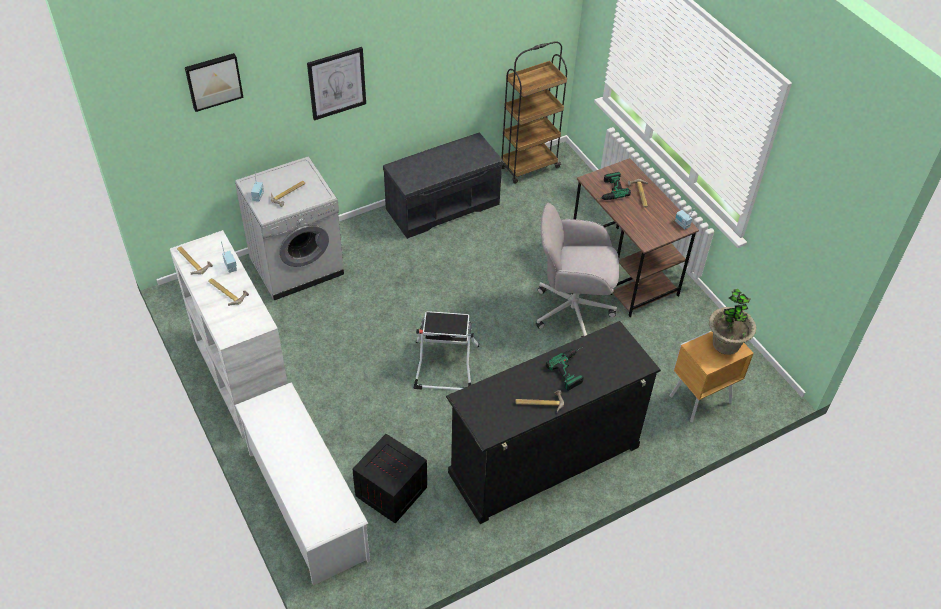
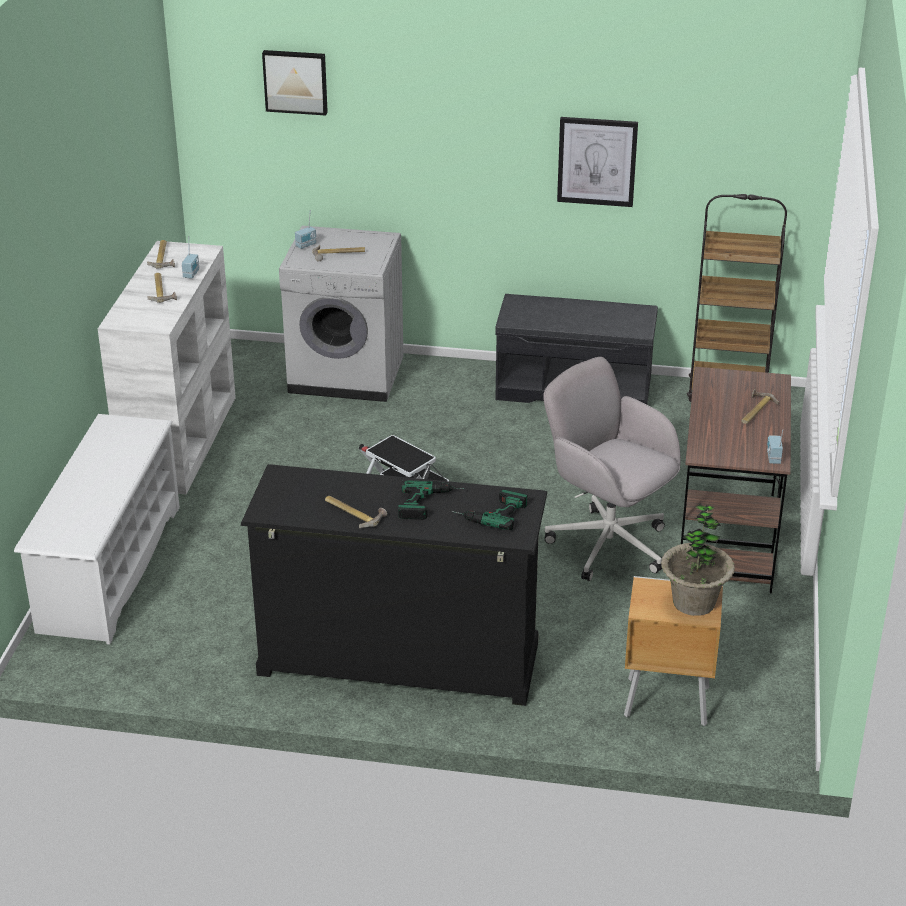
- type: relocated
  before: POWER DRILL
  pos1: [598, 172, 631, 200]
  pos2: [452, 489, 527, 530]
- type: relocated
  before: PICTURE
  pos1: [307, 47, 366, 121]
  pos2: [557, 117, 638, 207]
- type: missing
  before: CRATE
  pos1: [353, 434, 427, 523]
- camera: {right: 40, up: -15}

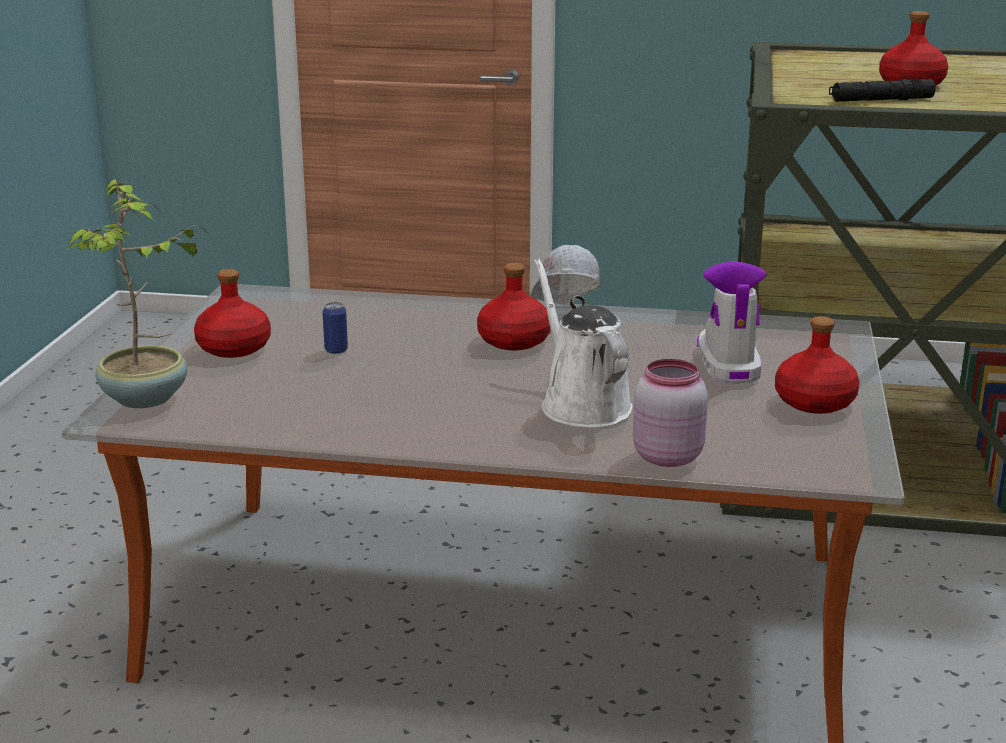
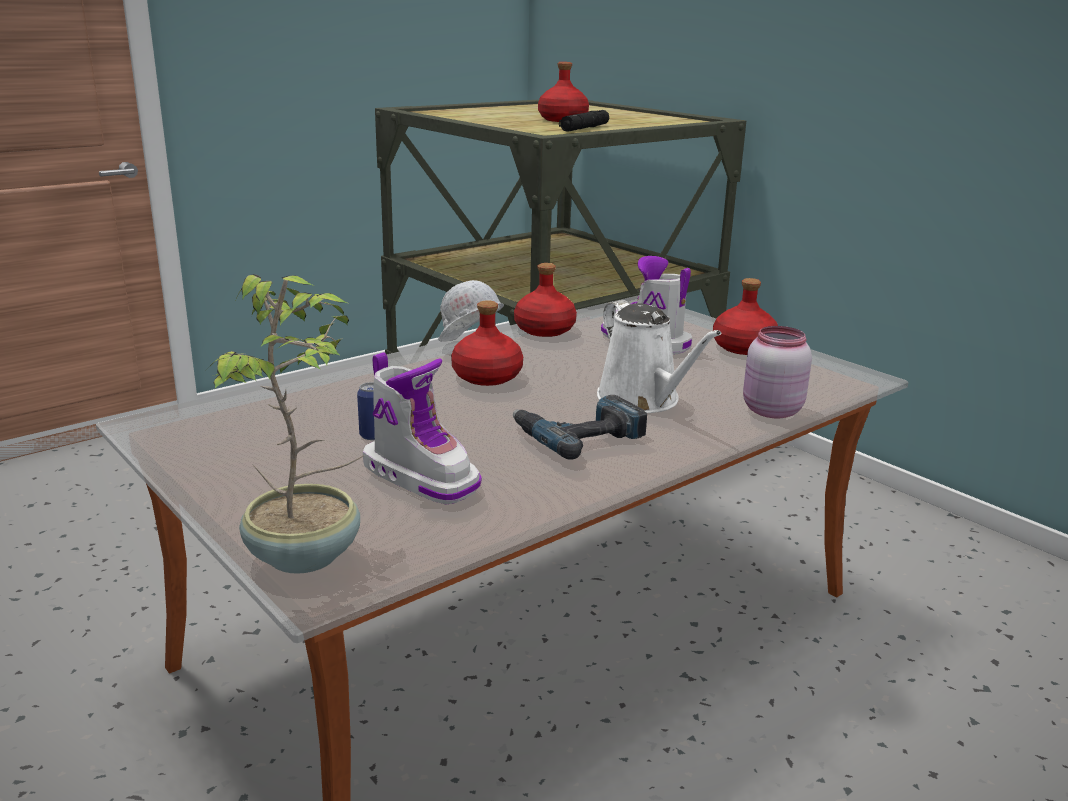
- type: appeared
  after: BOOT
  pos2: [363, 352, 481, 504]
- type: appeared
  after: POWER DRILL
  pos2: [513, 395, 647, 459]
- type: relocated
  before: RED BOTTLE
  pos1: [194, 269, 271, 358]
  pos2: [514, 263, 577, 337]
- type: spun
  before: WHITE WATERING CAN
  pos1: [534, 258, 633, 427]
  pos2: [597, 300, 722, 413]
  turn: -135
- camera: {right: -50, up: 0}

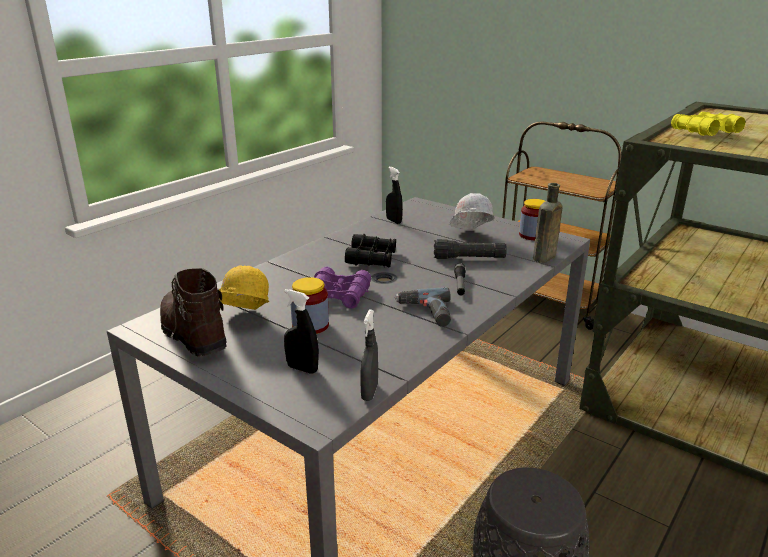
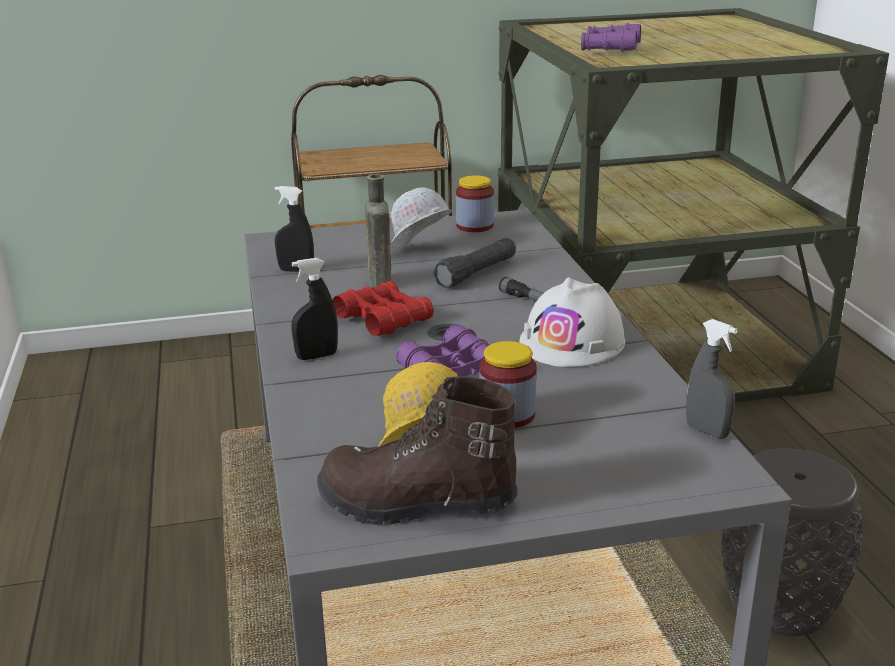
- type: relocated
  before: BLACK SPRAY BOTTLE
  pos1: [284, 289, 319, 374]
  pos2: [292, 258, 338, 360]
- type: colour
  before: BLACK BINOCULARS
  after: RED BINOCULARS
  pos1: [345, 234, 396, 267]
  pos2: [333, 281, 434, 336]
- type: relocated
  before: BROWN BOTTLE
  pos1: [533, 183, 562, 263]
  pos2: [365, 174, 391, 288]
- type: exchanged
  before: POWER DRILL
  after: WHITE HARD HAT
  pos1: [395, 287, 451, 327]
  pos2: [520, 278, 625, 367]
- type: colour
  before: YELLOW BINOCULARS
  after: PURPLE BINOCULARS
  pos1: [671, 112, 745, 136]
  pos2: [581, 23, 641, 52]
- camera: {right: -50, up: 0}

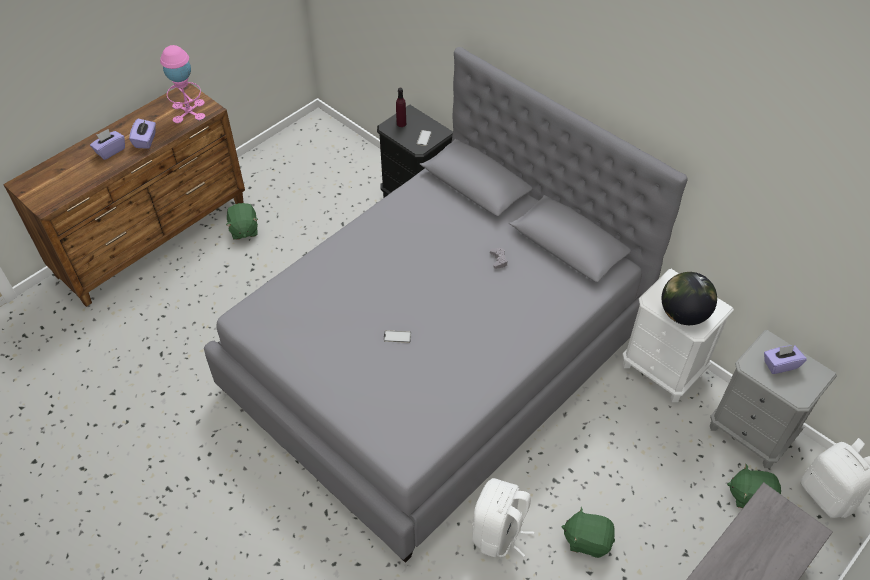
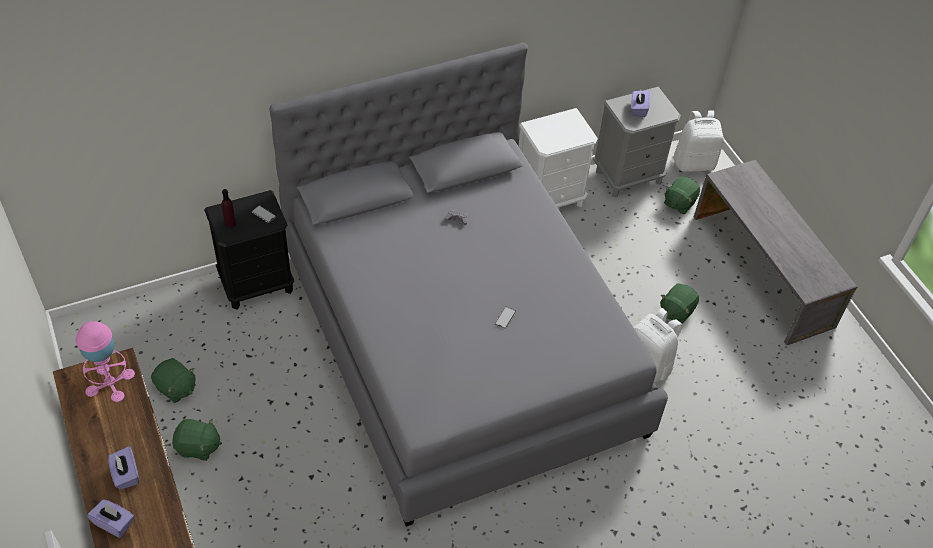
- type: relocated
  before: PURPLE TISSUE BOX
  pos1: [129, 119, 156, 149]
  pos2: [87, 499, 134, 538]
- type: appeared
  after: GREEN PLUSH TOY
  pos2: [151, 358, 195, 403]
- type: missing
  before: GLOBE
  pos1: [662, 272, 717, 325]
- camera: {right: -70, up: 0}

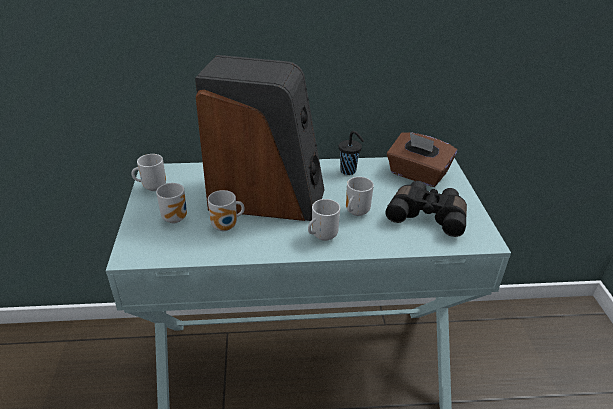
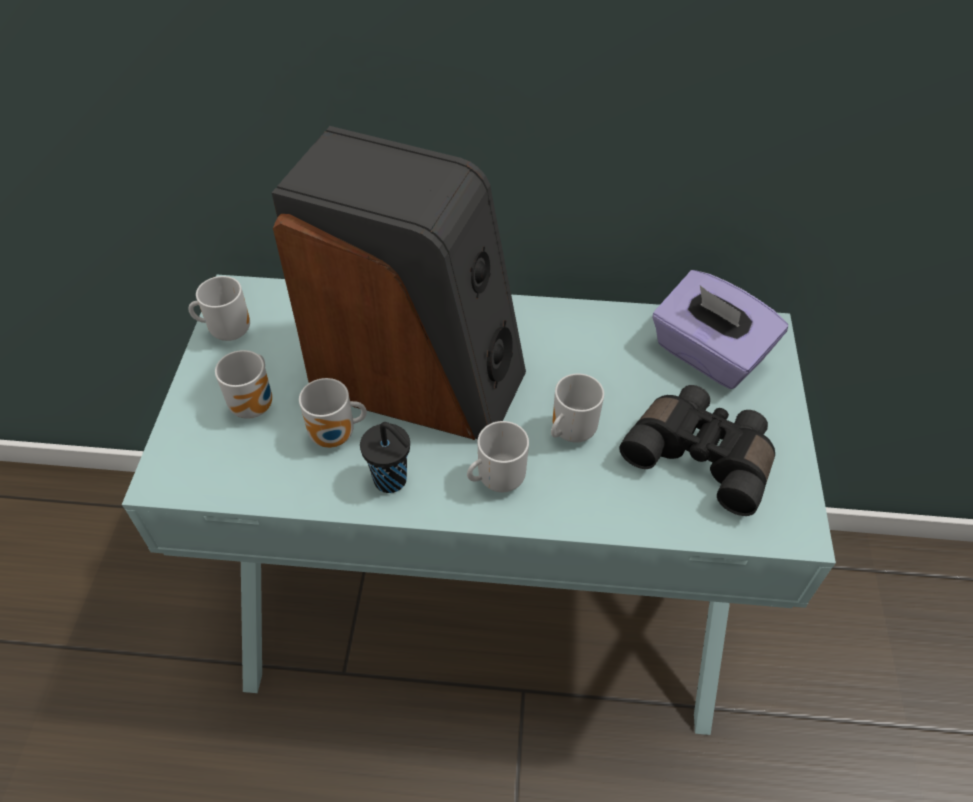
- type: relocated
  before: BLACK CUP
  pos1: [339, 131, 364, 175]
  pos2: [360, 422, 410, 493]
- type: colour
  before: BROWN TISSUE BOX
  after: PURPLE TISSUE BOX
  pos1: [387, 132, 457, 187]
  pos2: [652, 270, 788, 389]
- camera: {right: 10, up: 15}

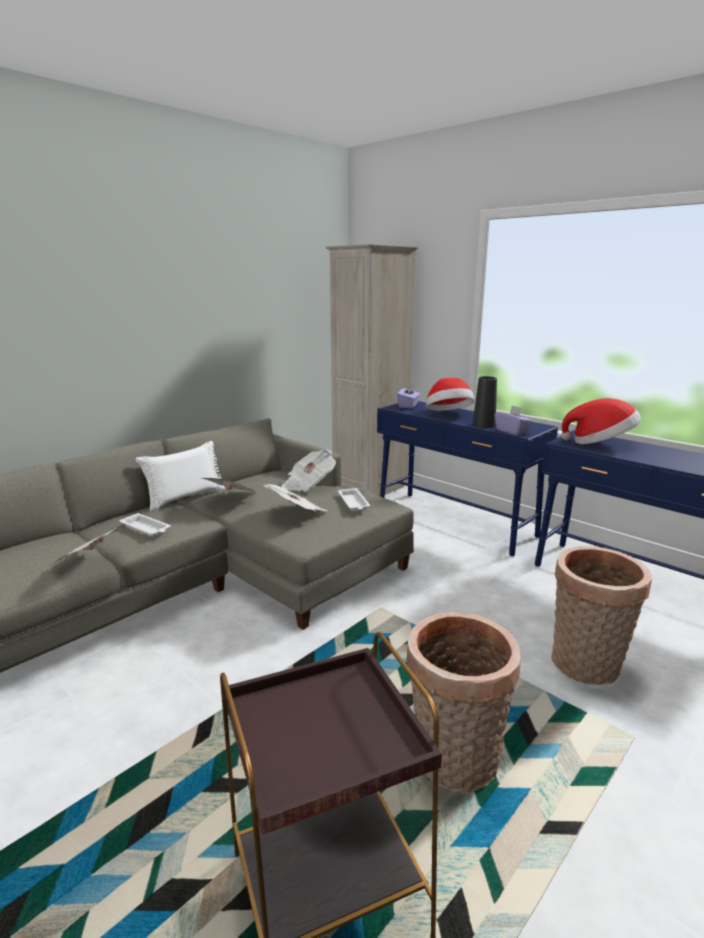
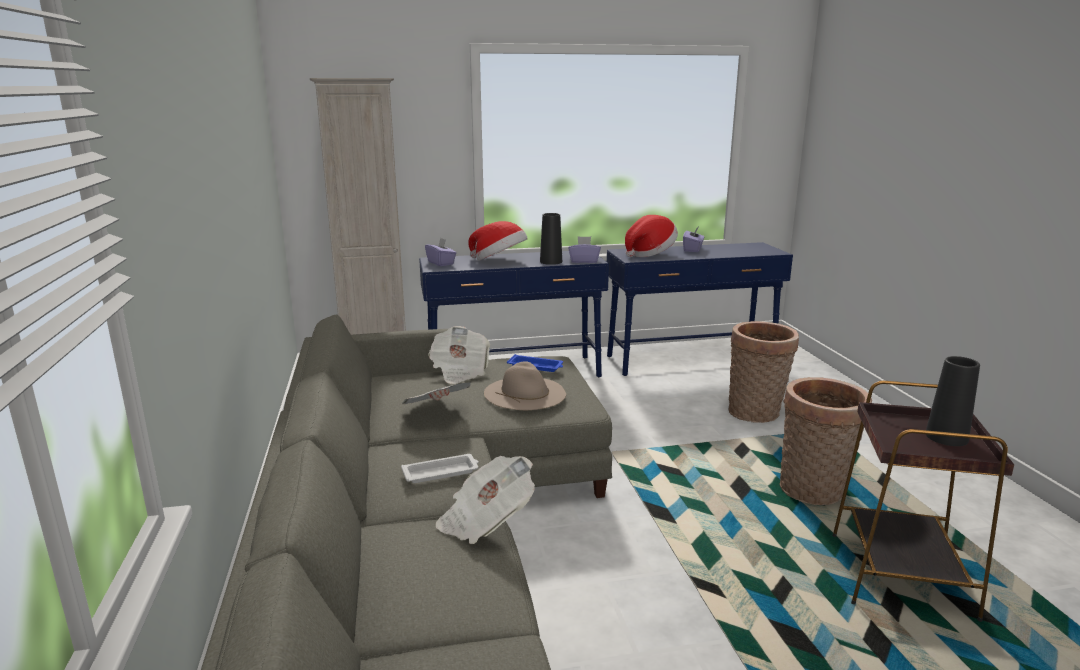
- type: exchanged
  before: NEWSPAPER
  after: BEIGE HAT
  pos1: [263, 484, 327, 511]
  pos2: [484, 361, 566, 410]
- type: colour
  before: WHITE TRAY
  after: BLUE TRAY
  pos1: [338, 488, 370, 511]
  pos2: [507, 354, 563, 372]
- type: appeared
  after: PURPLE TISSUE BOX
  pos2: [683, 228, 705, 252]
- type: appeared
  after: BLACK VASE
  pos2: [926, 356, 980, 446]
- type: missing
  before: WHITE PILLOW
  pos1: [136, 441, 225, 512]
- camera: {right: -55, up: 0}

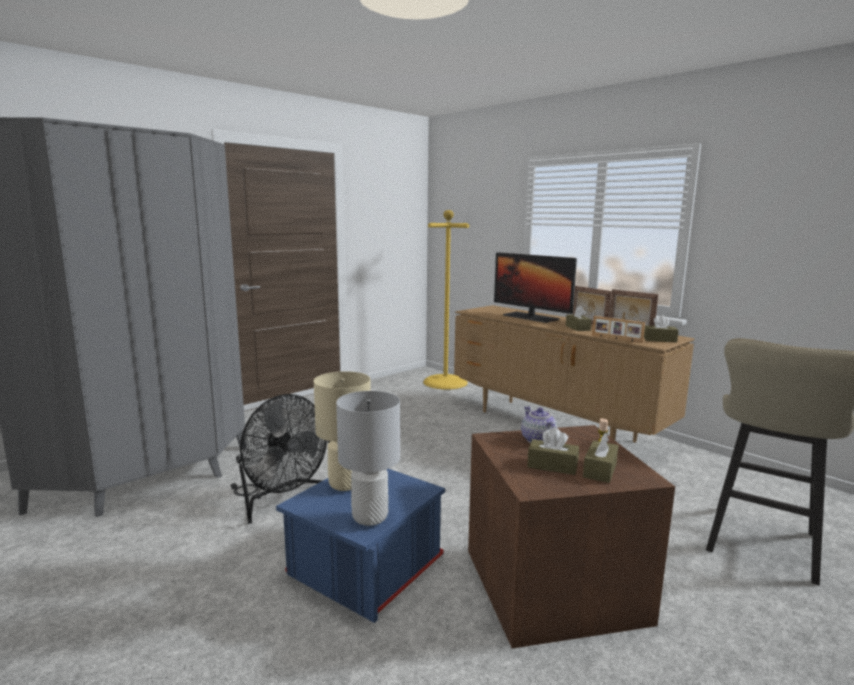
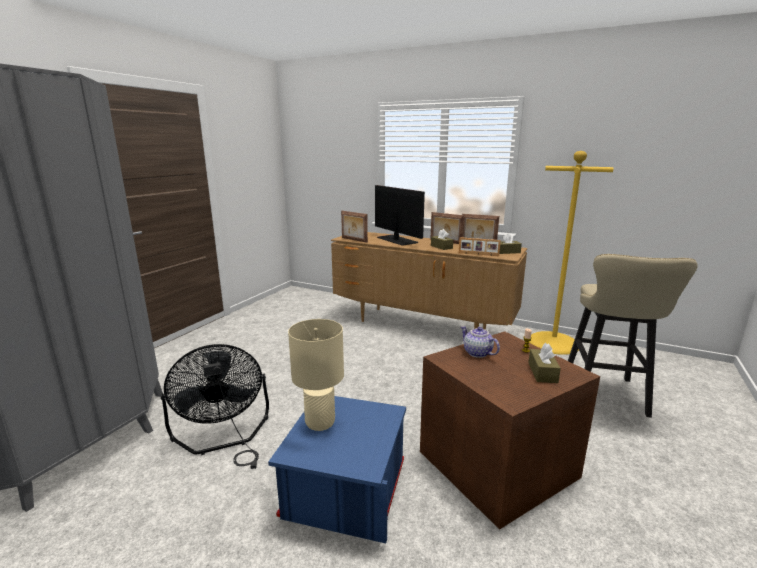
- type: spun
  before: BLACK FAN
  pos1: [231, 394, 330, 524]
  pos2: [160, 344, 269, 469]
  turn: -135
- type: appeared
  after: PICTURE FRAME
  pos2: [341, 211, 368, 243]
- type: spun
  before: MONITOR
  pos1: [494, 252, 577, 323]
  pos2: [375, 185, 425, 246]
  turn: -150
- type: relocated
  before: YELLOW CLOTHES RACK
  pos1: [423, 210, 469, 390]
  pos2: [529, 151, 614, 355]
- type: missing
  before: GREY TABLE LAMP
  pos1: [336, 391, 400, 526]
- type: missing
  before: BROWN TISSUE BOX
  pos1: [527, 428, 579, 475]
- camera: {right: -20, up: 5}

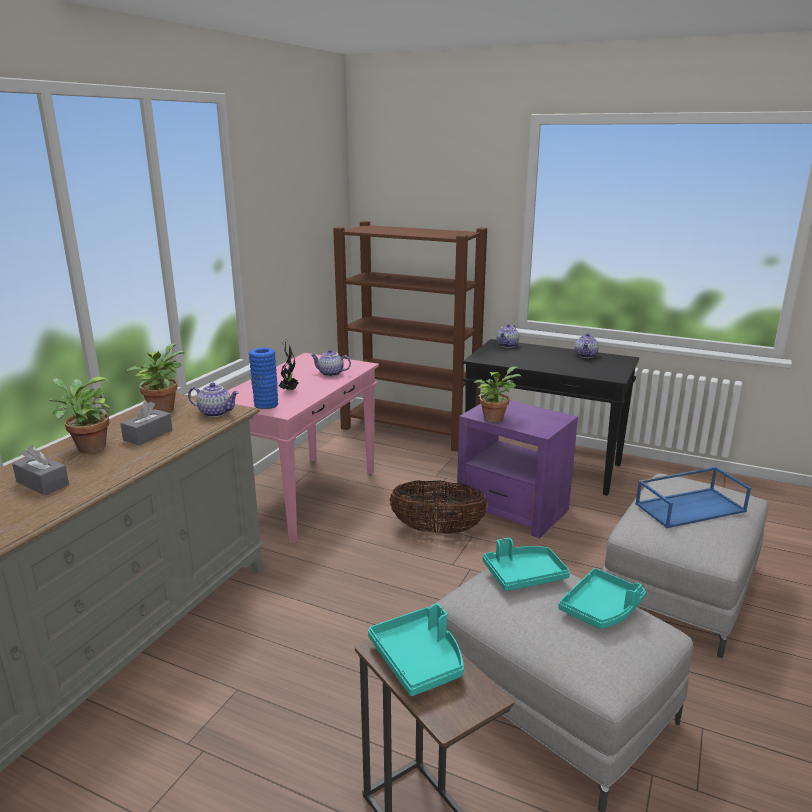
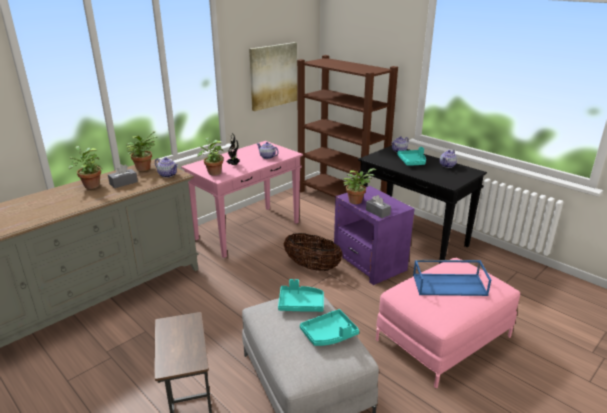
- type: exchanged
  before: BLUE VASE
  after: POTTED PLANT
  pos1: [249, 348, 278, 409]
  pos2: [197, 137, 224, 175]
- type: appeared
  after: PICTURE
  pos2: [249, 42, 297, 111]
- type: relocated
  before: GREY TISSUE BOX
  pos1: [12, 445, 69, 495]
  pos2: [366, 195, 391, 218]
- type: colour
  before: GREY OTTOMAN
  after: PINK OTTOMAN
  pos1: [602, 473, 768, 658]
  pos2: [376, 258, 520, 388]
- type: relocated
  before: TURQUOISE TRAY
  pos1: [368, 603, 464, 696]
  pos2: [397, 147, 426, 166]
- camera: {right: 20, up: 5}

